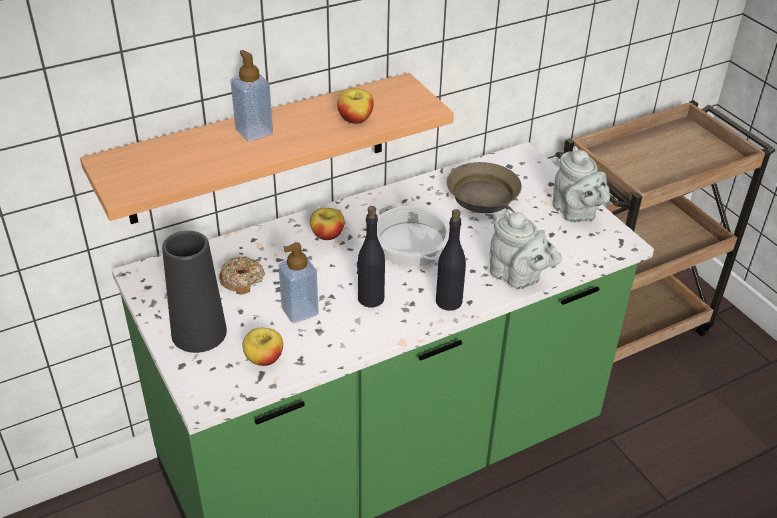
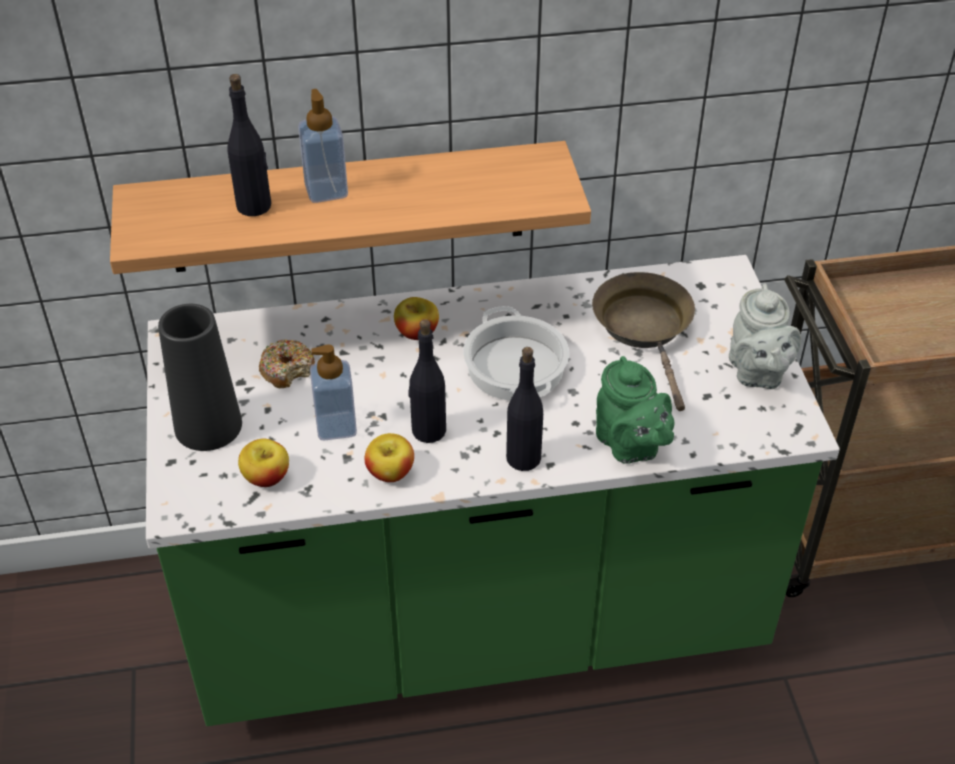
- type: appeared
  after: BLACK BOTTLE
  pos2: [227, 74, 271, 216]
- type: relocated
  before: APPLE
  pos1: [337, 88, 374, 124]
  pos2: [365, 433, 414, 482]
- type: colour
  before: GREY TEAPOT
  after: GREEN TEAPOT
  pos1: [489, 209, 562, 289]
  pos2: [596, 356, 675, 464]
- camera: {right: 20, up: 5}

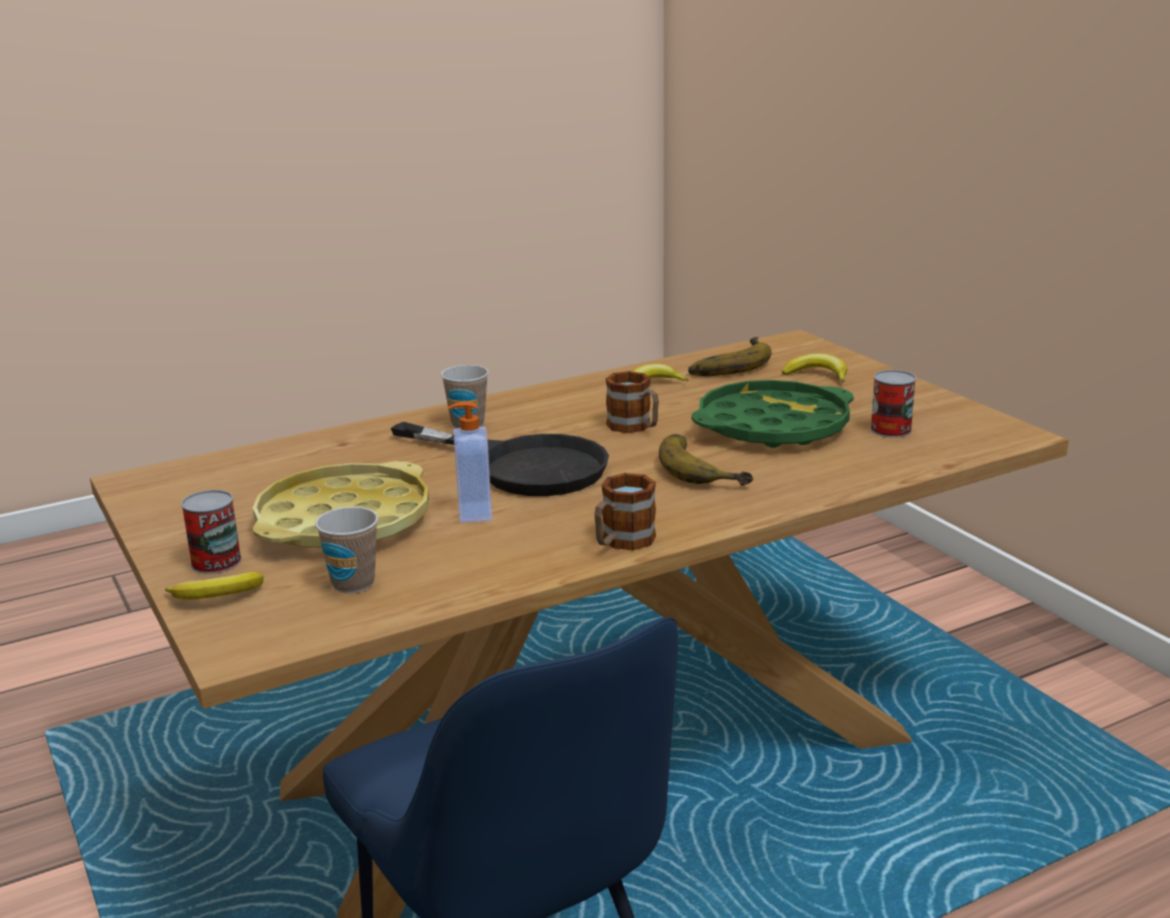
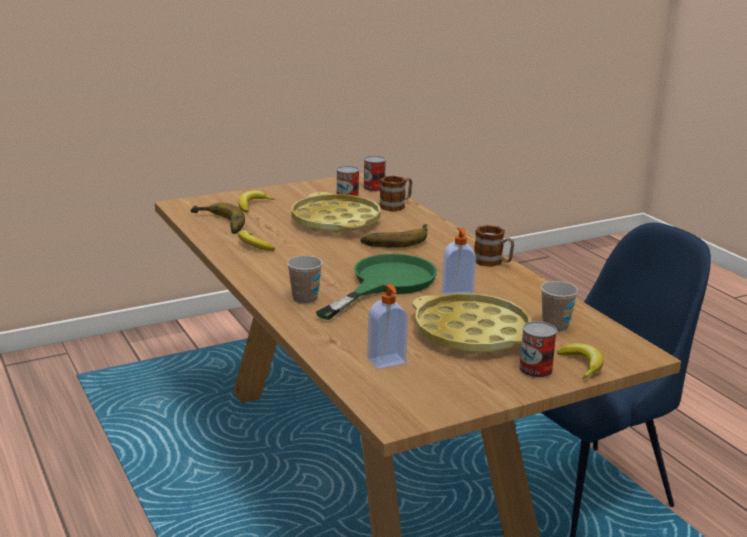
- type: colour
  before: GREEN TRAY
  after: YELLOW TRAY
  pos1: [691, 380, 854, 448]
  pos2: [291, 192, 381, 233]
- type: colour
  before: BLACK FRYING PAN
  after: GREEN FRYING PAN
  pos1: [390, 422, 609, 496]
  pos2: [316, 254, 437, 320]
- type: appeared
  after: CAN
  pos2: [363, 156, 386, 192]
- type: appeared
  after: SOAP DISPENSER
  pos2: [367, 284, 408, 369]
- type: relocated
  before: MUG
  pos1: [606, 371, 659, 433]
  pos2: [380, 176, 412, 211]
- camera: {right: -90, up: 0}

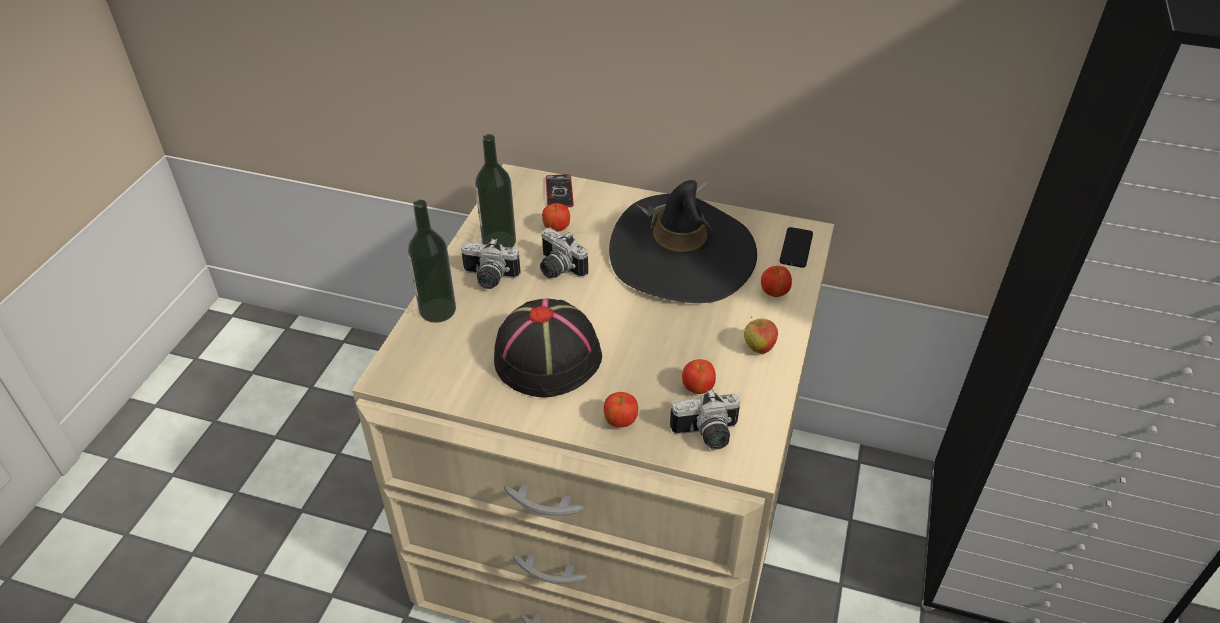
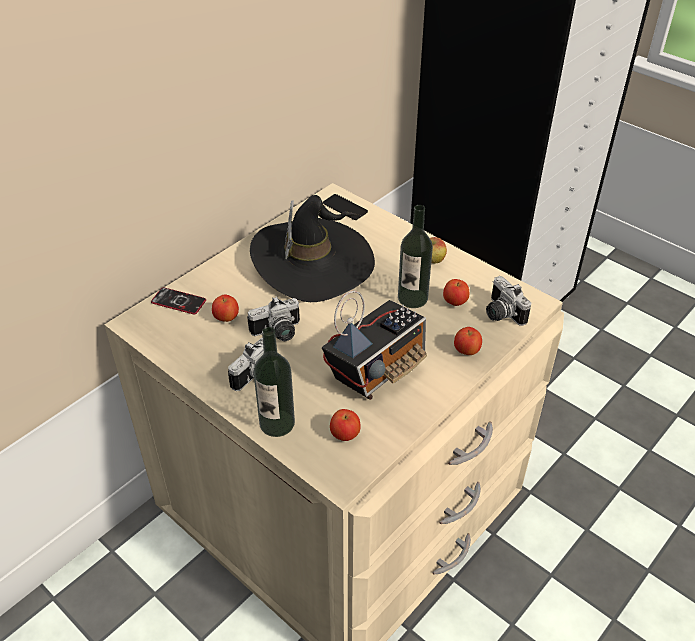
- type: exchanged
  before: BLACK HAT
  after: RADIO
  pos1: [494, 299, 602, 398]
  pos2: [322, 291, 427, 400]
- type: relocated
  before: APPLE
  pos1: [761, 266, 792, 297]
  pos2: [330, 409, 361, 441]
- type: relocated
  before: BOTTLE
  pos1: [475, 134, 516, 248]
  pos2: [398, 205, 433, 308]
- type: spun
  before: PHOTO CAMERA
  pos1: [670, 389, 740, 450]
  pos2: [486, 276, 531, 326]
  turn: 135
- camera: {right: -65, up: 0}

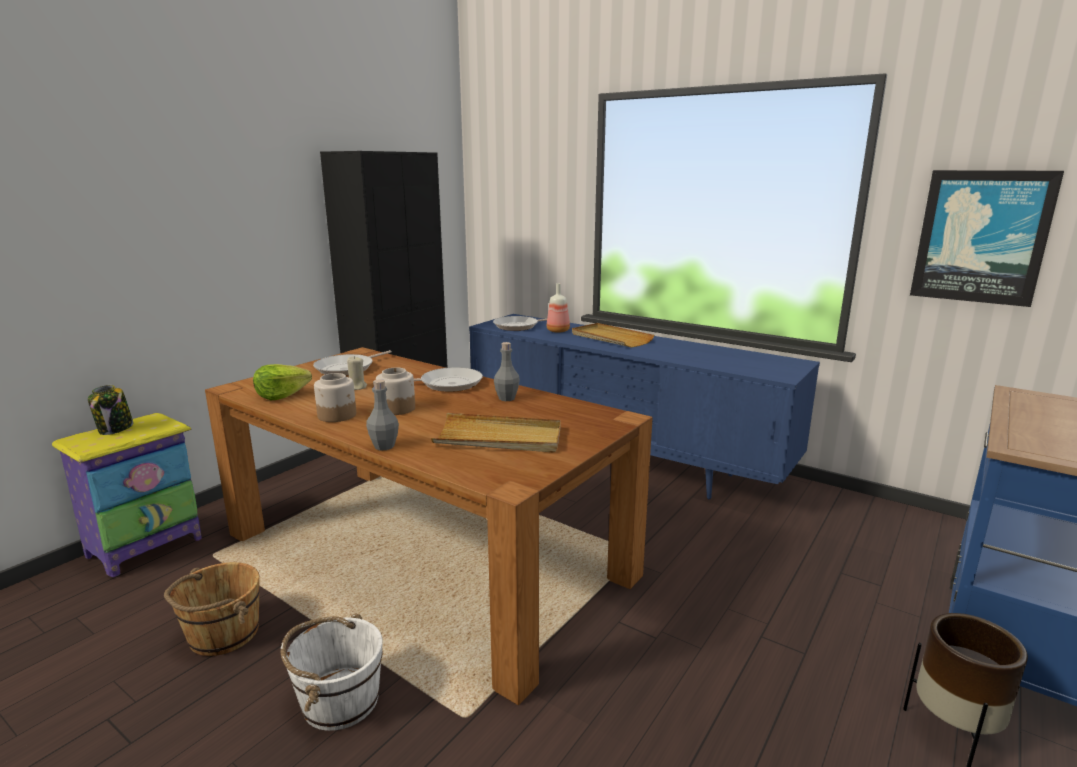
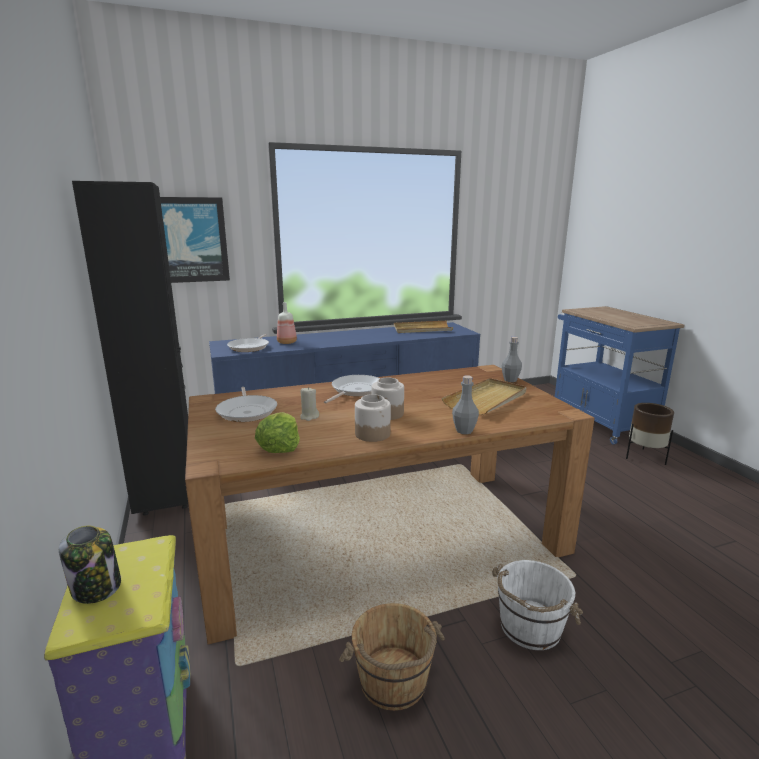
- type: relocated
  before: PICTURE
  pos1: [910, 170, 1064, 307]
  pos2: [160, 197, 230, 283]
- type: relocated
  before: BEIGE TRAY
  pos1: [572, 323, 654, 348]
  pos2: [394, 321, 453, 333]
- type: relocated
  before: GREY BOTTLE
  pos1: [494, 342, 520, 401]
  pos2: [502, 337, 522, 382]
- camera: {right: -55, up: 0}

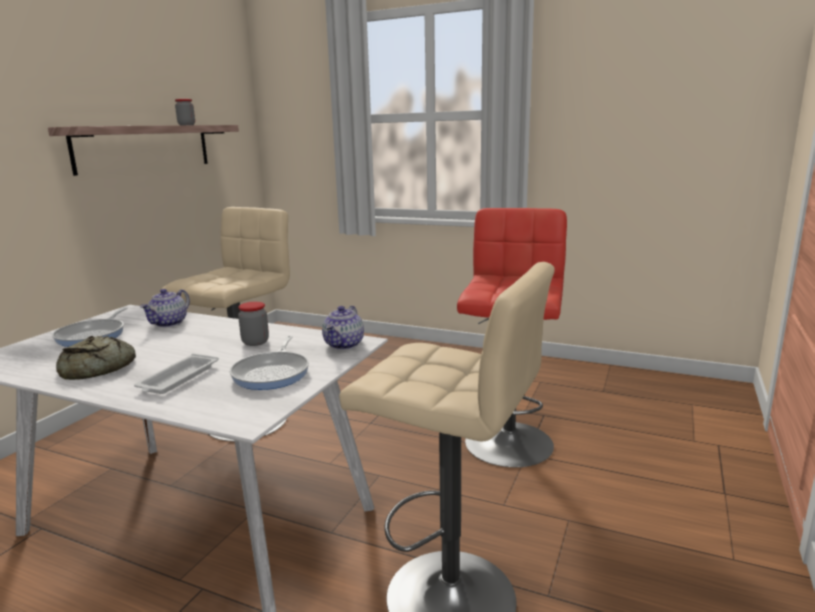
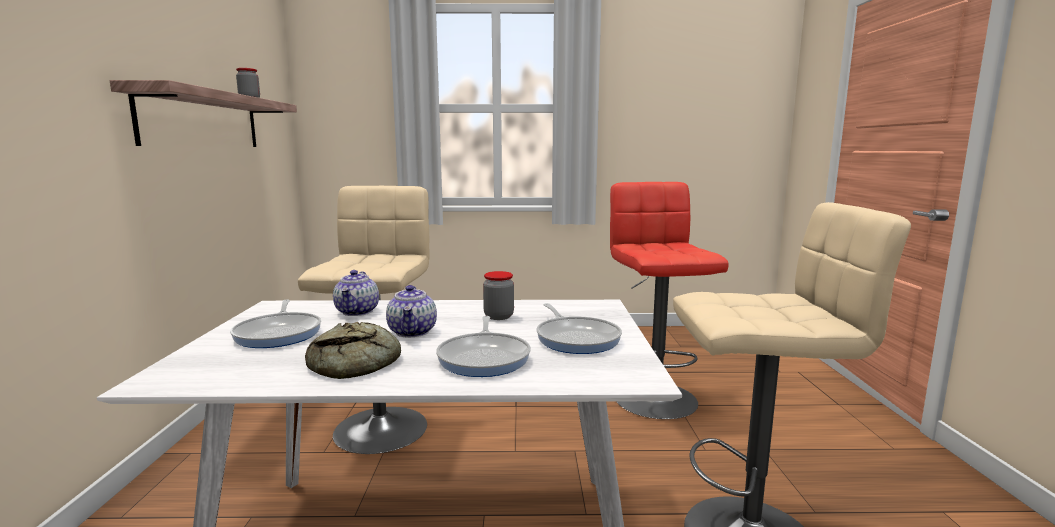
- type: relocated
  before: TEAPOT
  pos1: [322, 306, 364, 350]
  pos2: [386, 285, 437, 337]
- type: exchanged
  before: WHITE TRAY
  after: FRYING PAN
  pos1: [134, 354, 219, 394]
  pos2: [436, 316, 531, 377]
- camera: {right: -25, up: -5}

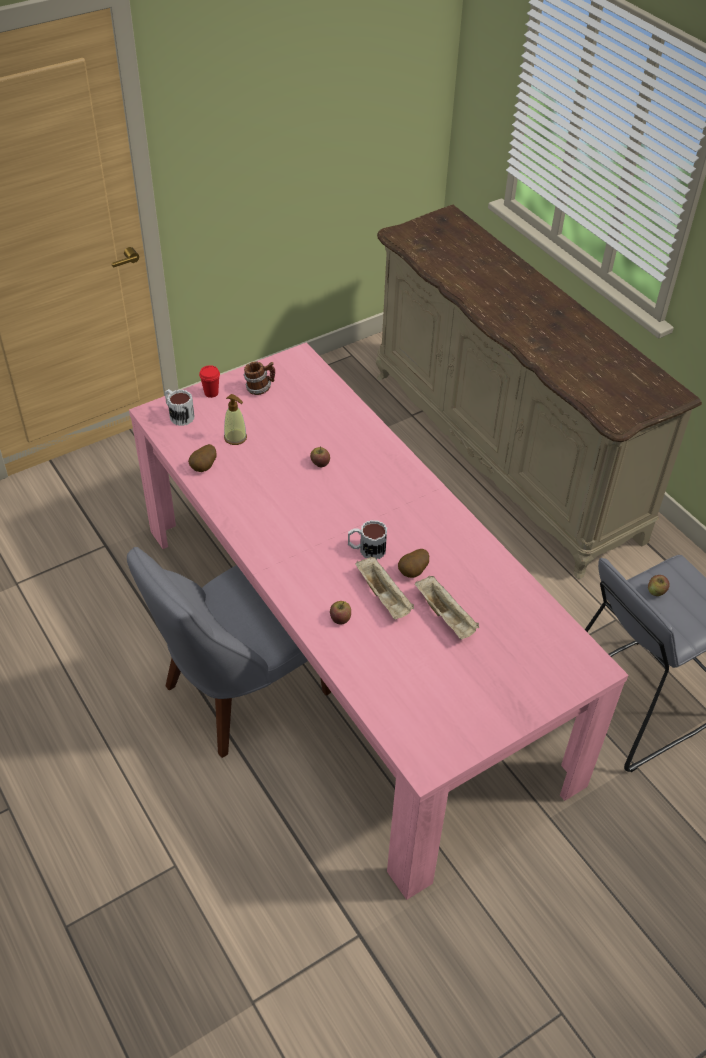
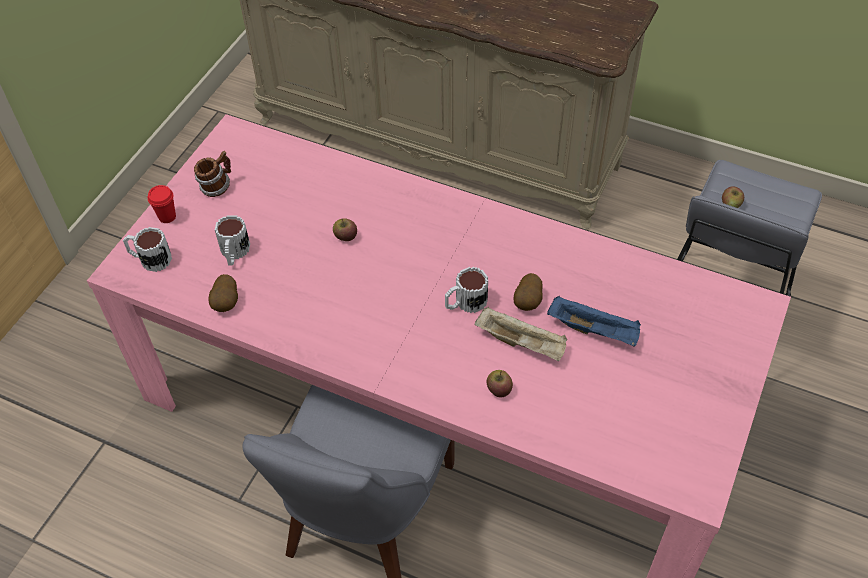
- type: exchanged
  before: SOAP DISPENSER
  after: MUG
  pos1: [224, 394, 247, 445]
  pos2: [215, 215, 250, 266]
- type: colour
  before: BEIGE TRAY
  after: BLUE TRAY
  pos1: [415, 576, 479, 639]
  pos2: [547, 296, 641, 346]
- camera: {right: -30, up: 5}

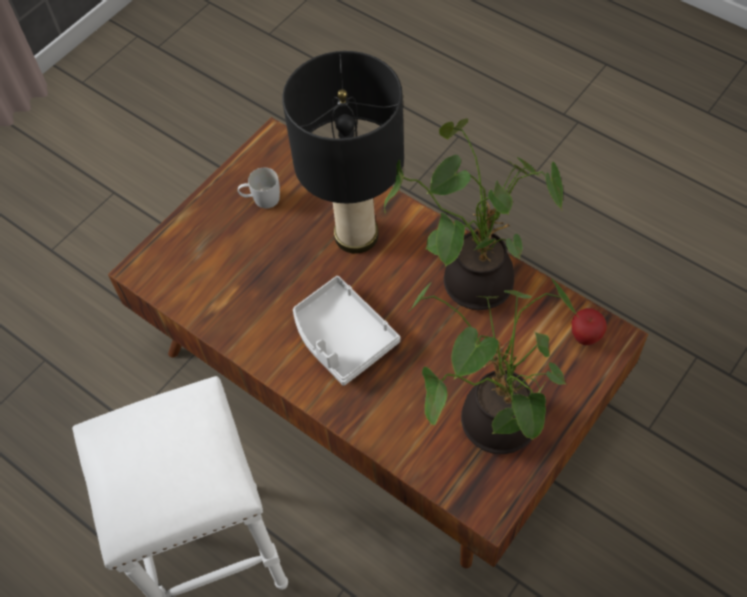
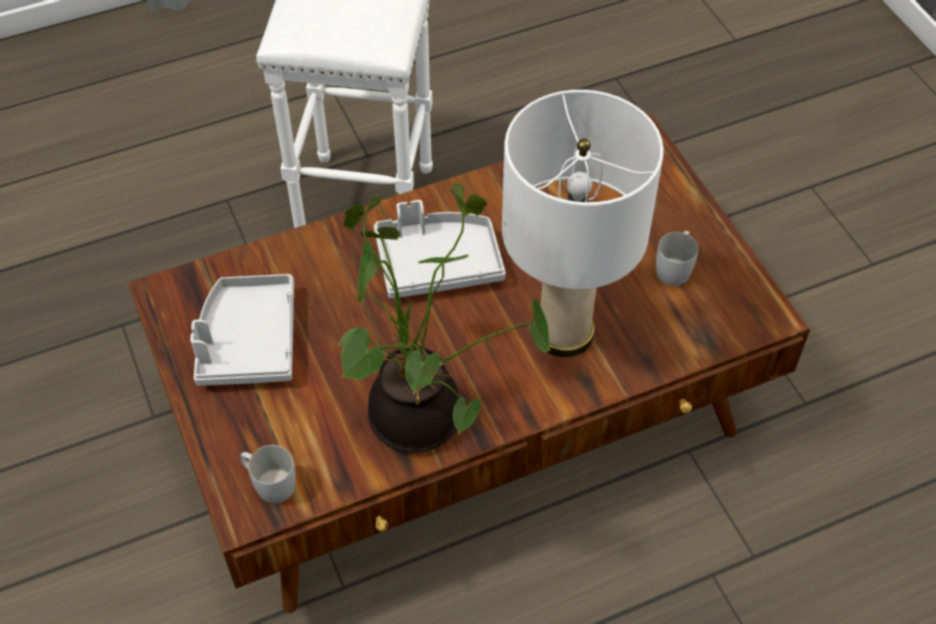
- type: exchanged
  before: POTTED PLANT
  after: GREY TRAY
  pos1: [408, 278, 578, 454]
  pos2: [190, 274, 294, 386]
- type: exchanged
  before: APPLE
  after: WHITE MUG
  pos1: [572, 308, 607, 345]
  pos2: [240, 445, 296, 503]
- type: colour
  before: BLACK TABLE LAMP
  after: WHITE TABLE LAMP
  pos1: [282, 51, 404, 254]
  pos2: [502, 90, 664, 357]
- camera: {right: 115, up: -5}

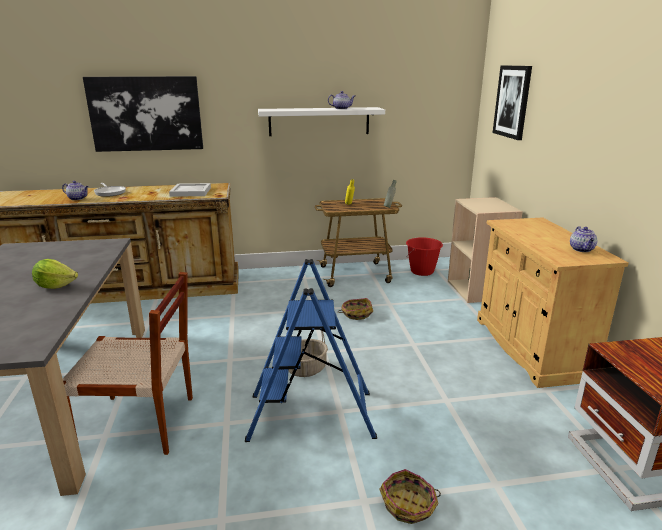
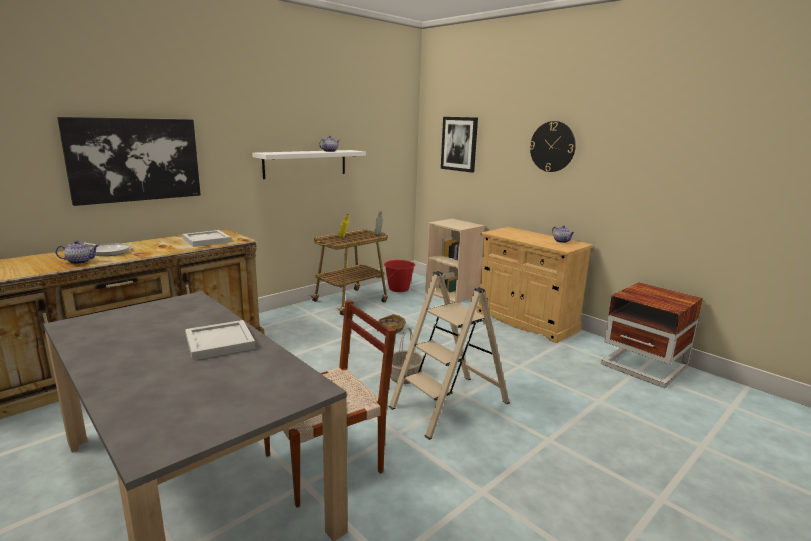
- type: exchanged
  before: LETTUCE
  after: WHITE TRAY
  pos1: [32, 259, 78, 289]
  pos2: [185, 320, 255, 361]
- type: colour
  before: BLUE STEP LADDER
  after: BEIGE STEP LADDER
  pos1: [245, 259, 377, 442]
  pos2: [389, 271, 510, 440]
- type: appeared
  after: WALL CLOCK
  pos2: [530, 121, 576, 172]
- type: missing
  before: BASKET
  pos1: [379, 469, 441, 524]
- camera: {right: -35, up: -5}

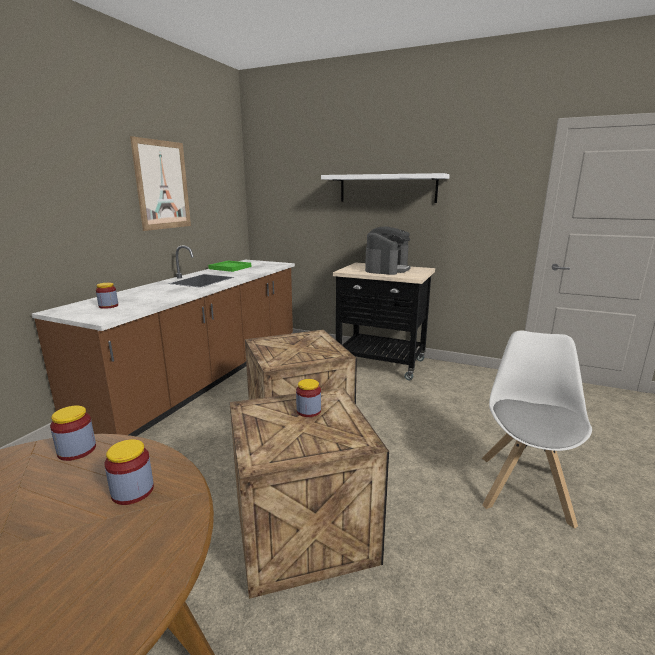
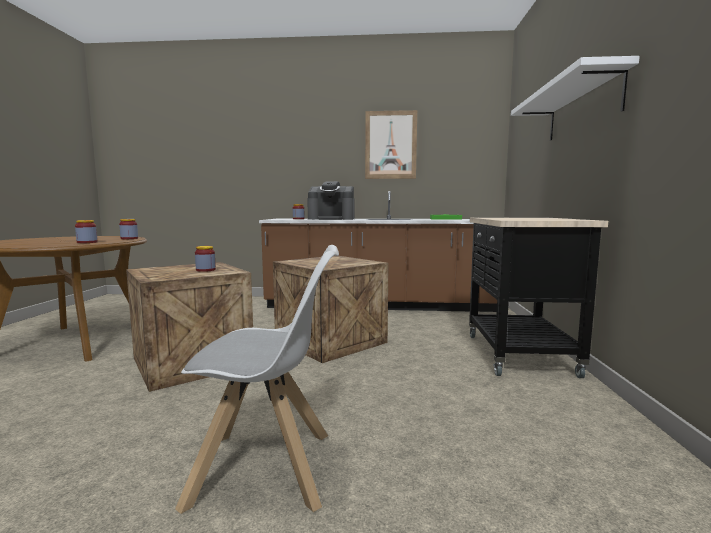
- type: relocated
  before: COFFEE MACHINE
  pos1: [365, 226, 411, 275]
  pos2: [307, 181, 355, 220]
- camera: {right: 70, up: -10}

